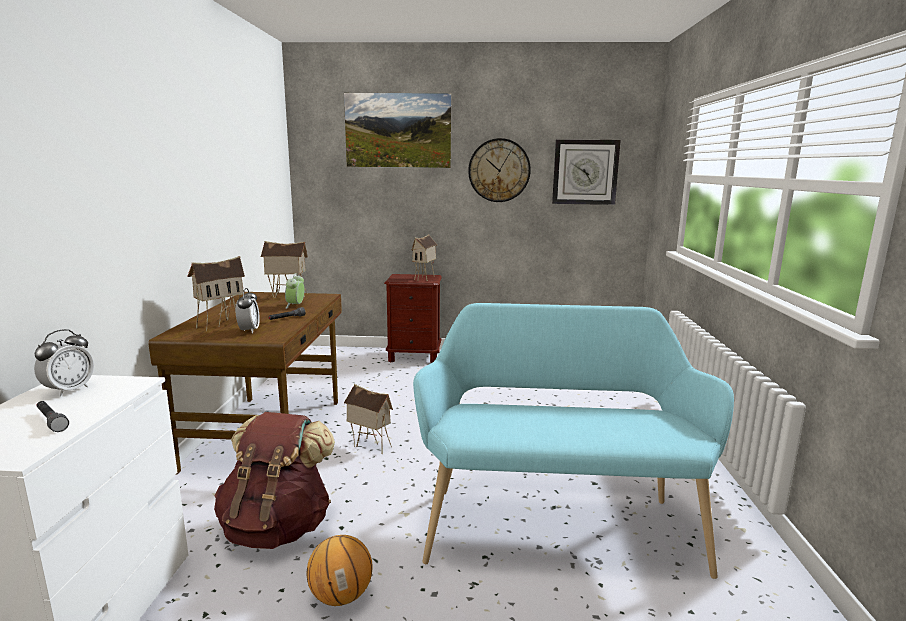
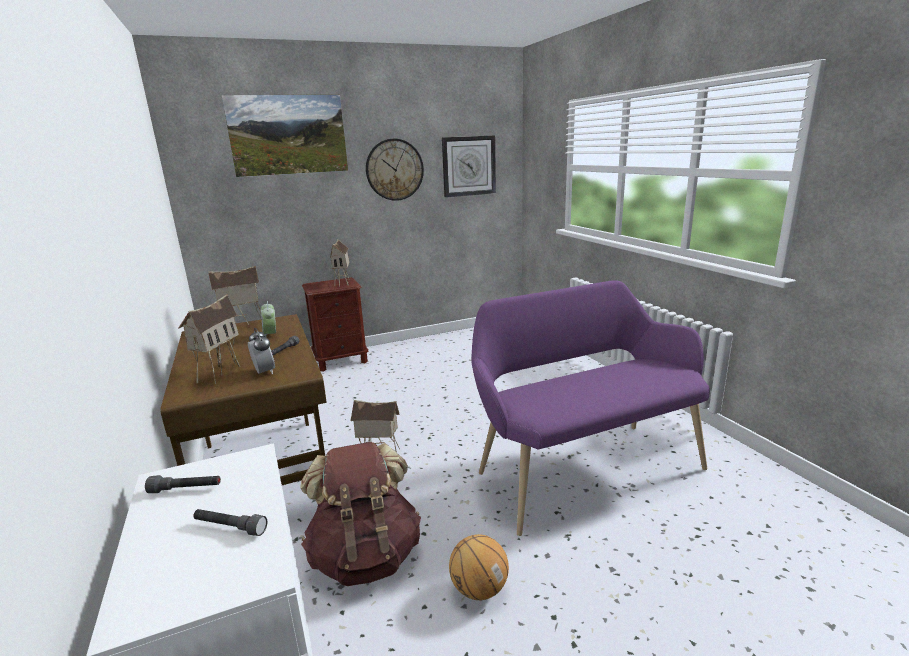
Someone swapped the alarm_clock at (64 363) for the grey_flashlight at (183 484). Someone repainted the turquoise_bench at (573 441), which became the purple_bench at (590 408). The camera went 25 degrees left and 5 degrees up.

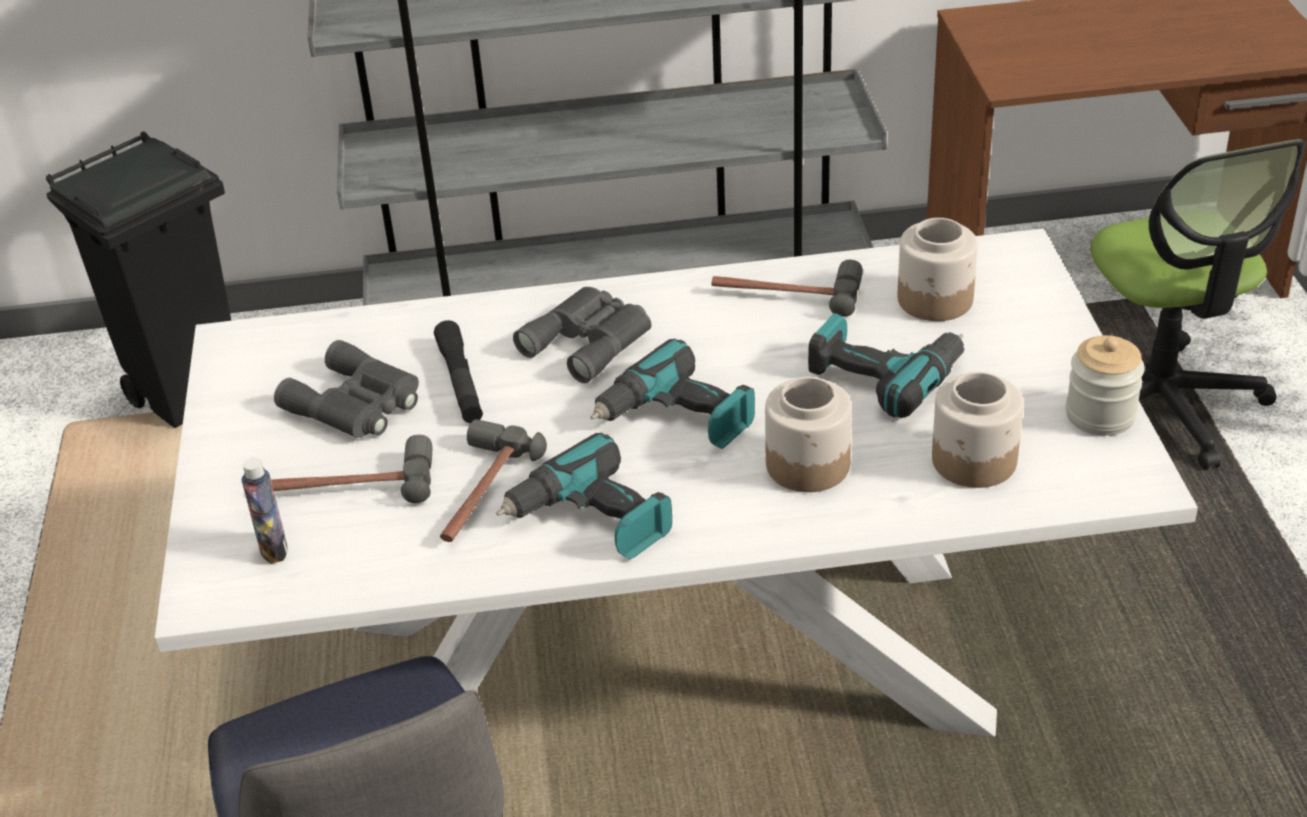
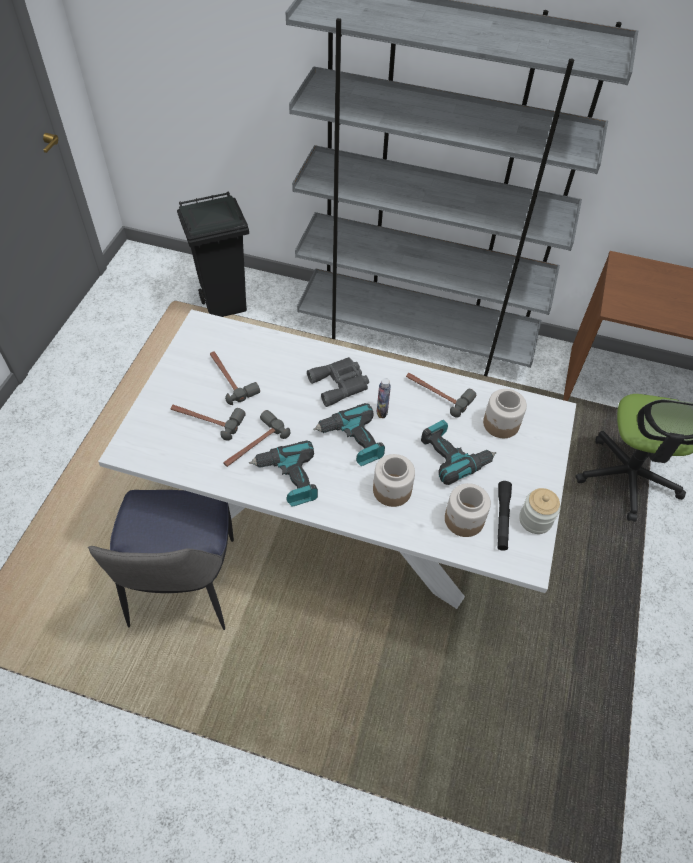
Someone carried the bottle from (264 510) to (384 398). Someone swapped the grey_binoculars at (346 389) for the hammer at (235 378). Someone carried the black_flashlight from (458 371) to (504 516). The camera went 20 degrees right and 15 degrees up.

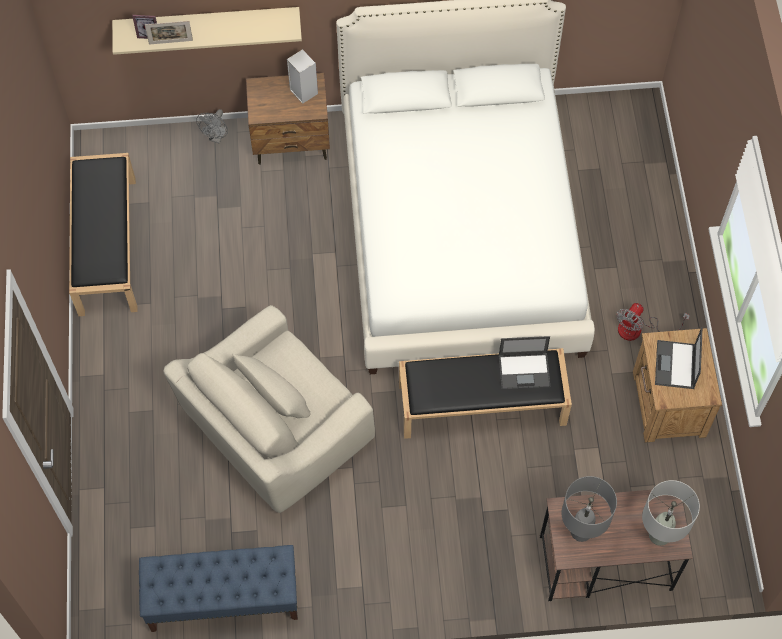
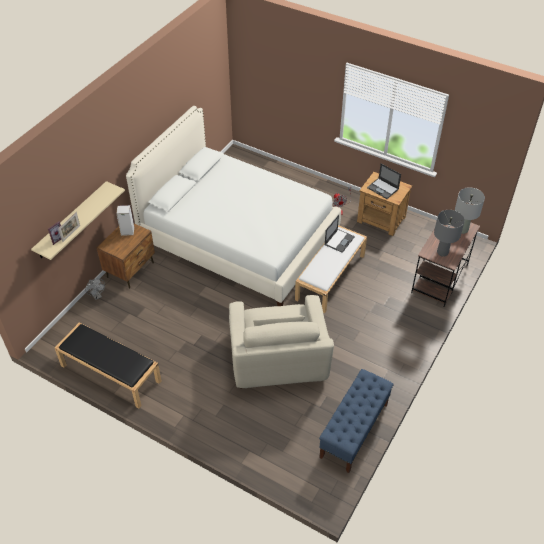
Someone repainted the black_bench at (485 393), which became the white_bench at (331 269). The camera went 55 degrees left and 15 degrees down.

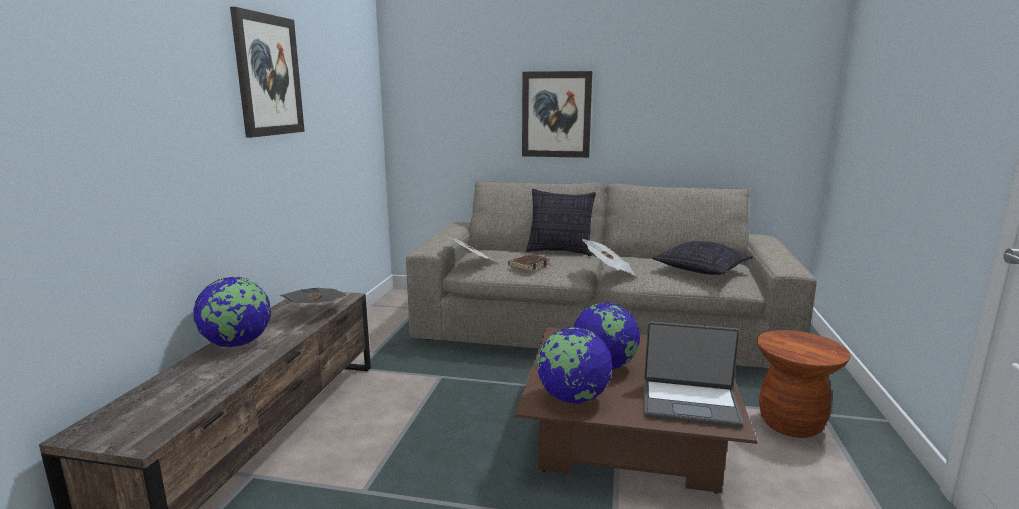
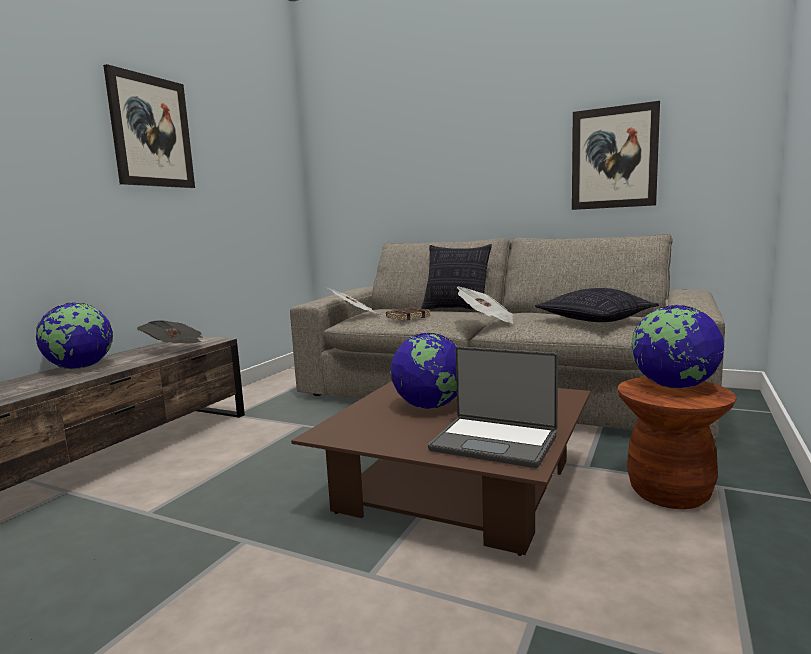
Someone carried the picture from (557 114) to (616 155). Someone carried the globe from (575 365) to (678 346). The camera went 15 degrees right and 5 degrees down.

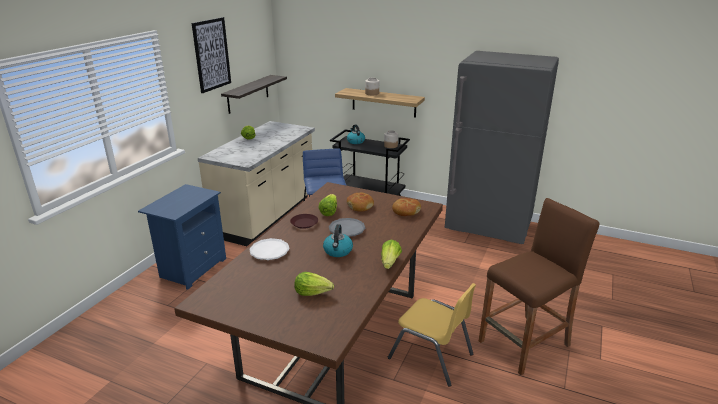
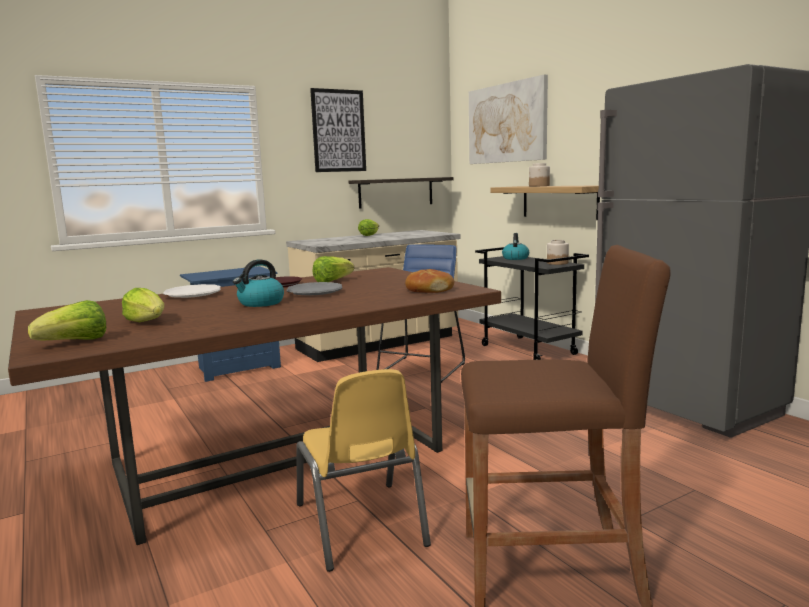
Someone took away the bread at (360 202). Someone carried the lettuce from (391 254) to (67 320). Someone put up the picture at (508 119). The camera went 35 degrees right and 15 degrees down.

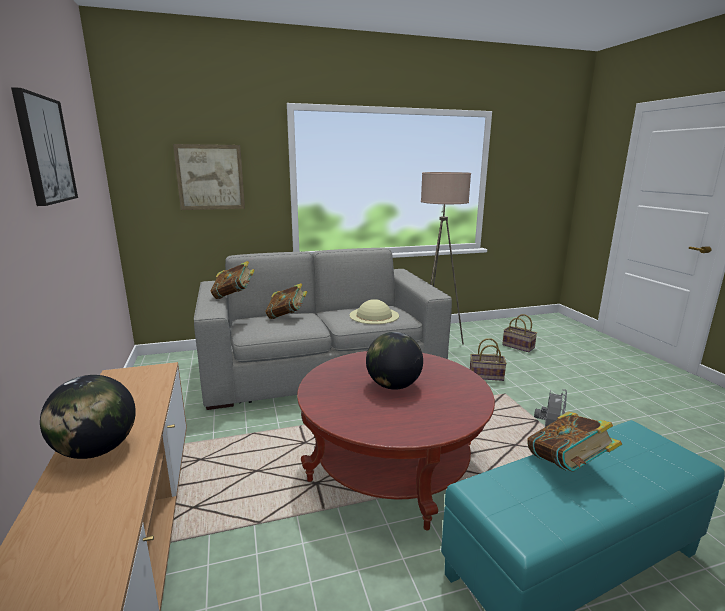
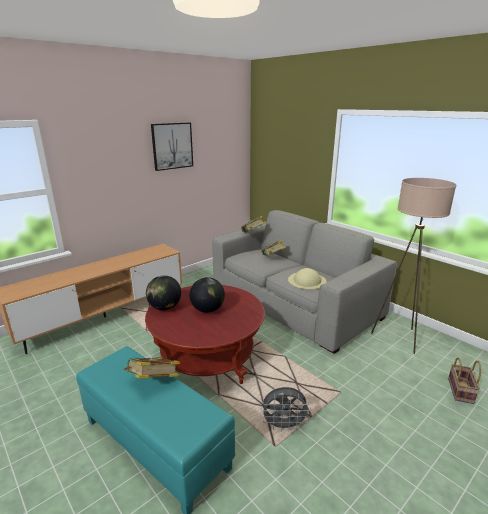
Someone carried the globe from (88 417) to (163 292). Someone took away the picture at (209 177). Someone took away the basket at (488 359). The camera went 65 degrees right and 5 degrees up.

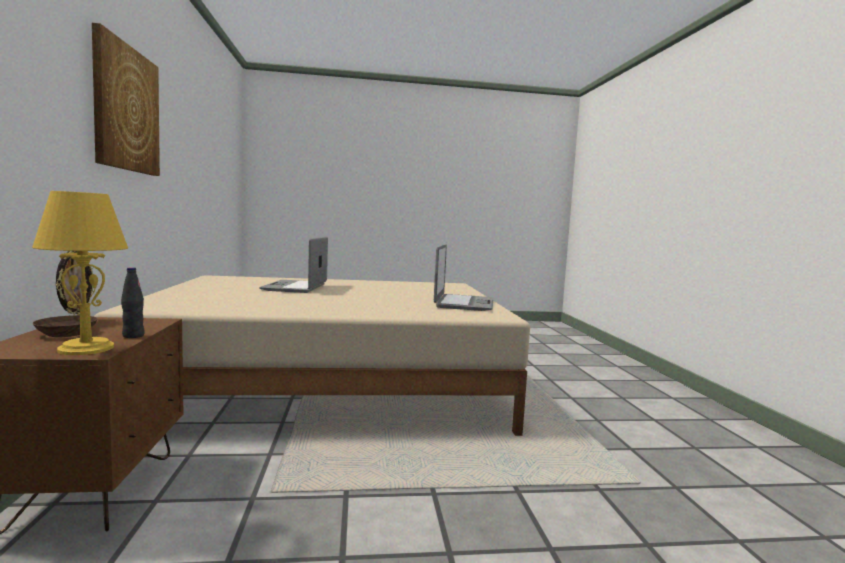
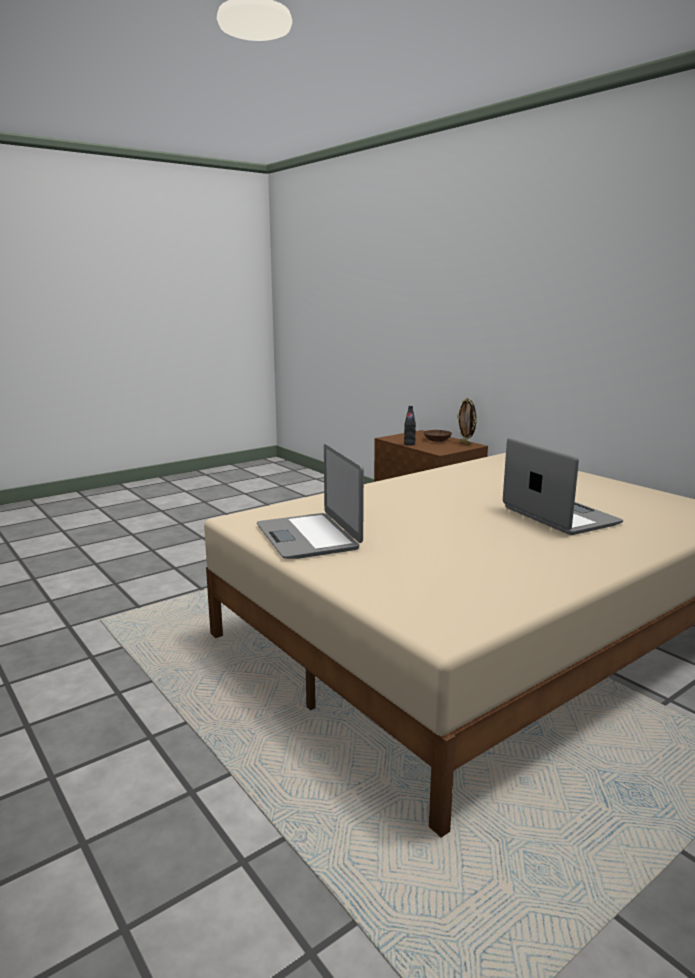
Someone took away the yellow_table_lamp at (80 273). Someone took away the picture at (126 99). The camera went 150 degrees right and 10 degrees up.

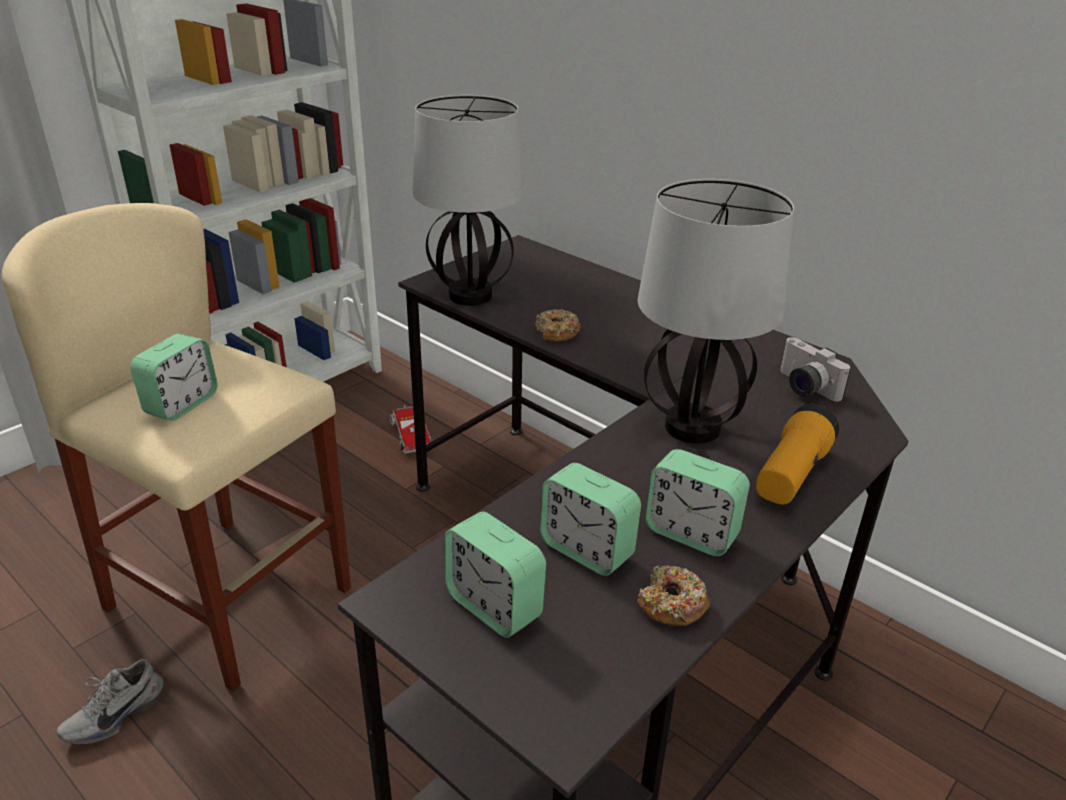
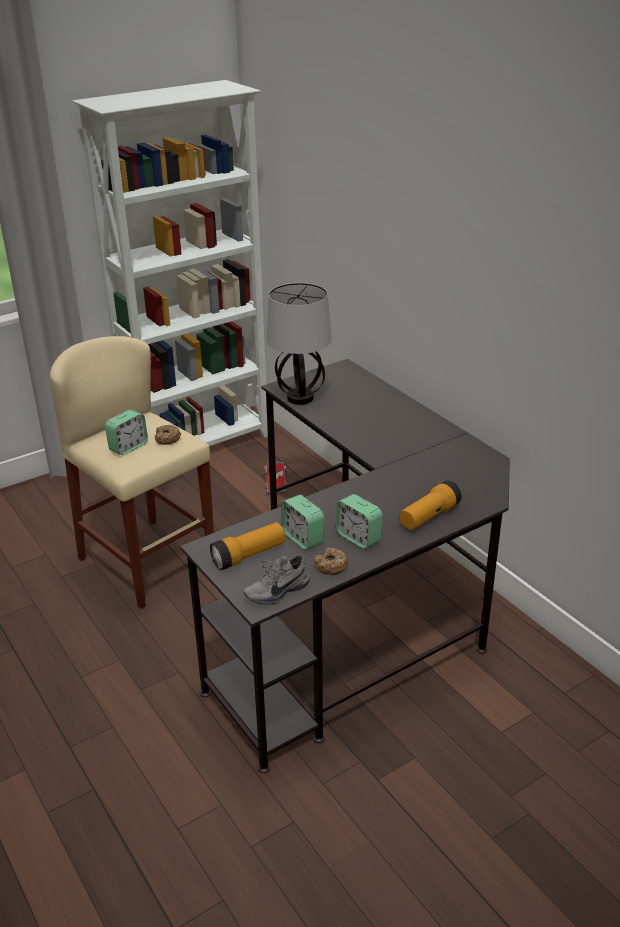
Someone carried the grey_shoe from (110 702) to (277 579). Someone swapped the alarm_clock at (495 575) for the flashlight at (247 546). Someone carried the donut from (558 325) to (168 435). Someone took away the table_lamp at (716 311). Someone took away the photo_camera at (815 369). The camera went 15 degrees right and 0 degrees up.

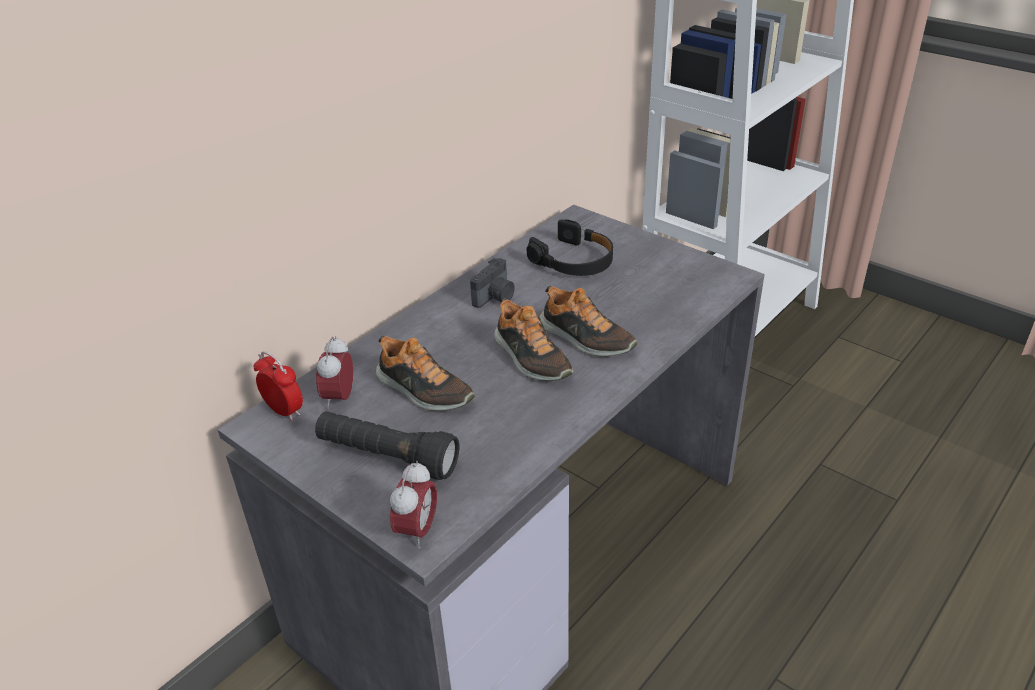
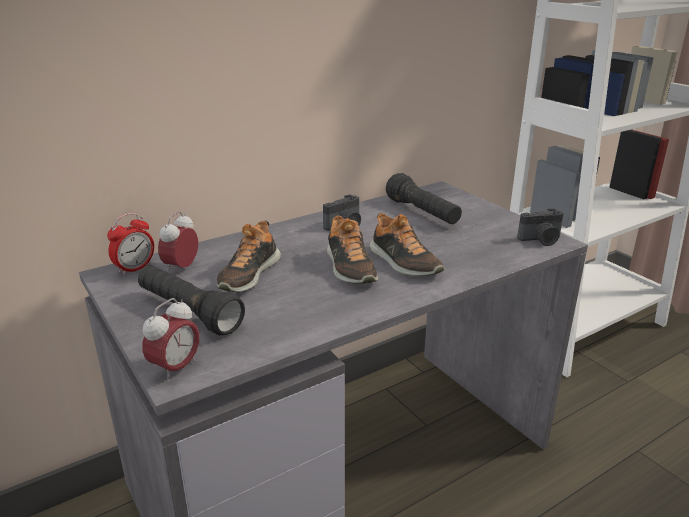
Someone rotated the alarm_clock at (278 386) by 75 degrees clockwise. Someone rotated the shoe at (425 373) by 60 degrees clockwise. Someone swapped the black_headphones at (570 247) for the black_flashlight at (424 198). Someone put down the photo_camera at (540 227). The camera went 15 degrees right and 10 degrees down.

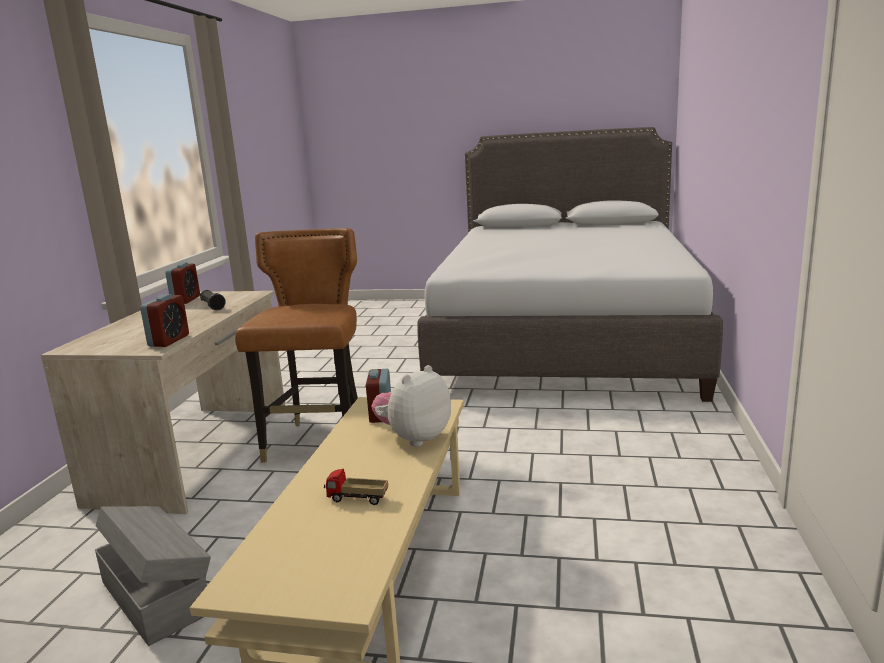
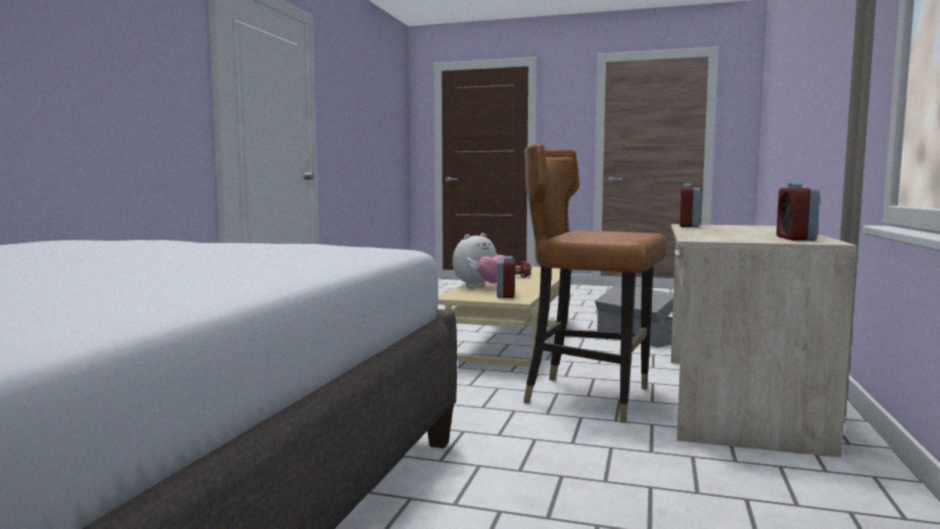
Someone took away the black_flashlight at (213 300). Someone rotated the brown_chair at (296 345) by 105 degrees clockwise. The camera went 175 degrees left and 10 degrees down.

